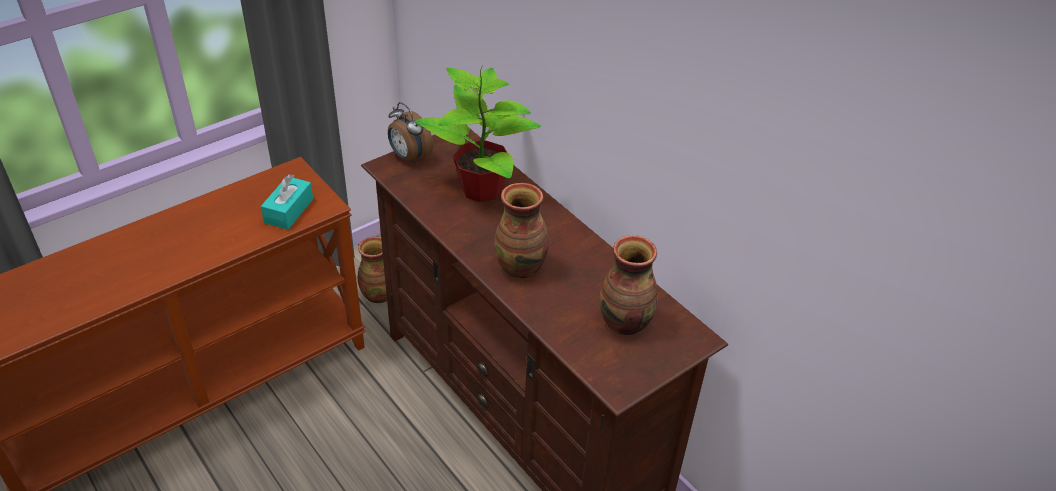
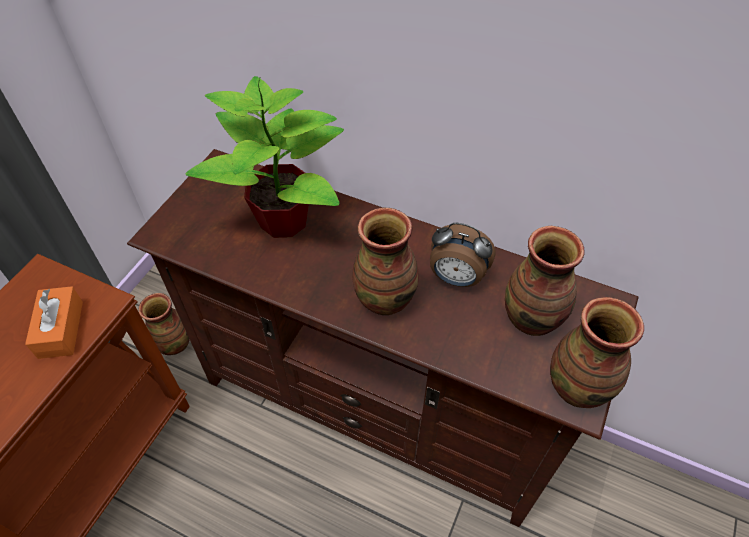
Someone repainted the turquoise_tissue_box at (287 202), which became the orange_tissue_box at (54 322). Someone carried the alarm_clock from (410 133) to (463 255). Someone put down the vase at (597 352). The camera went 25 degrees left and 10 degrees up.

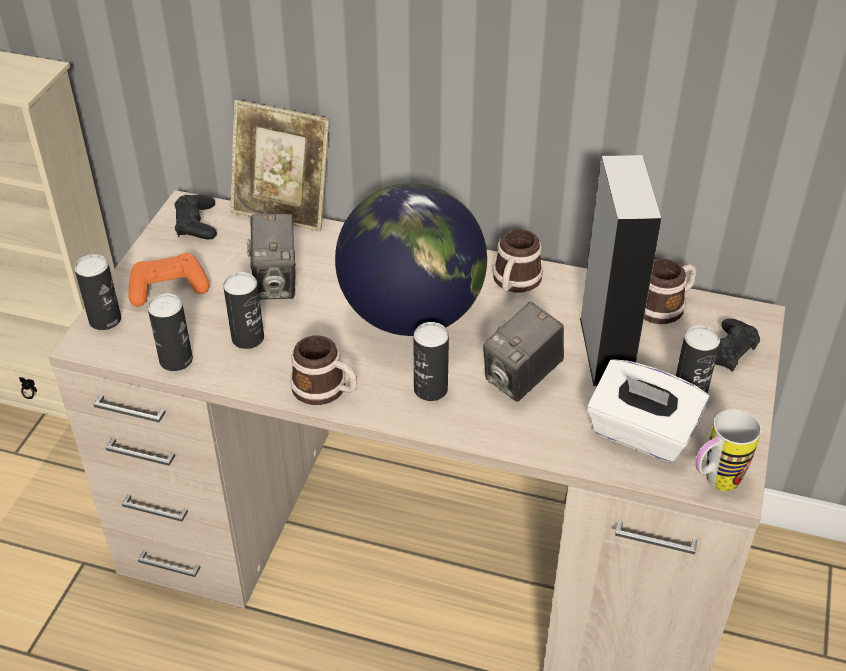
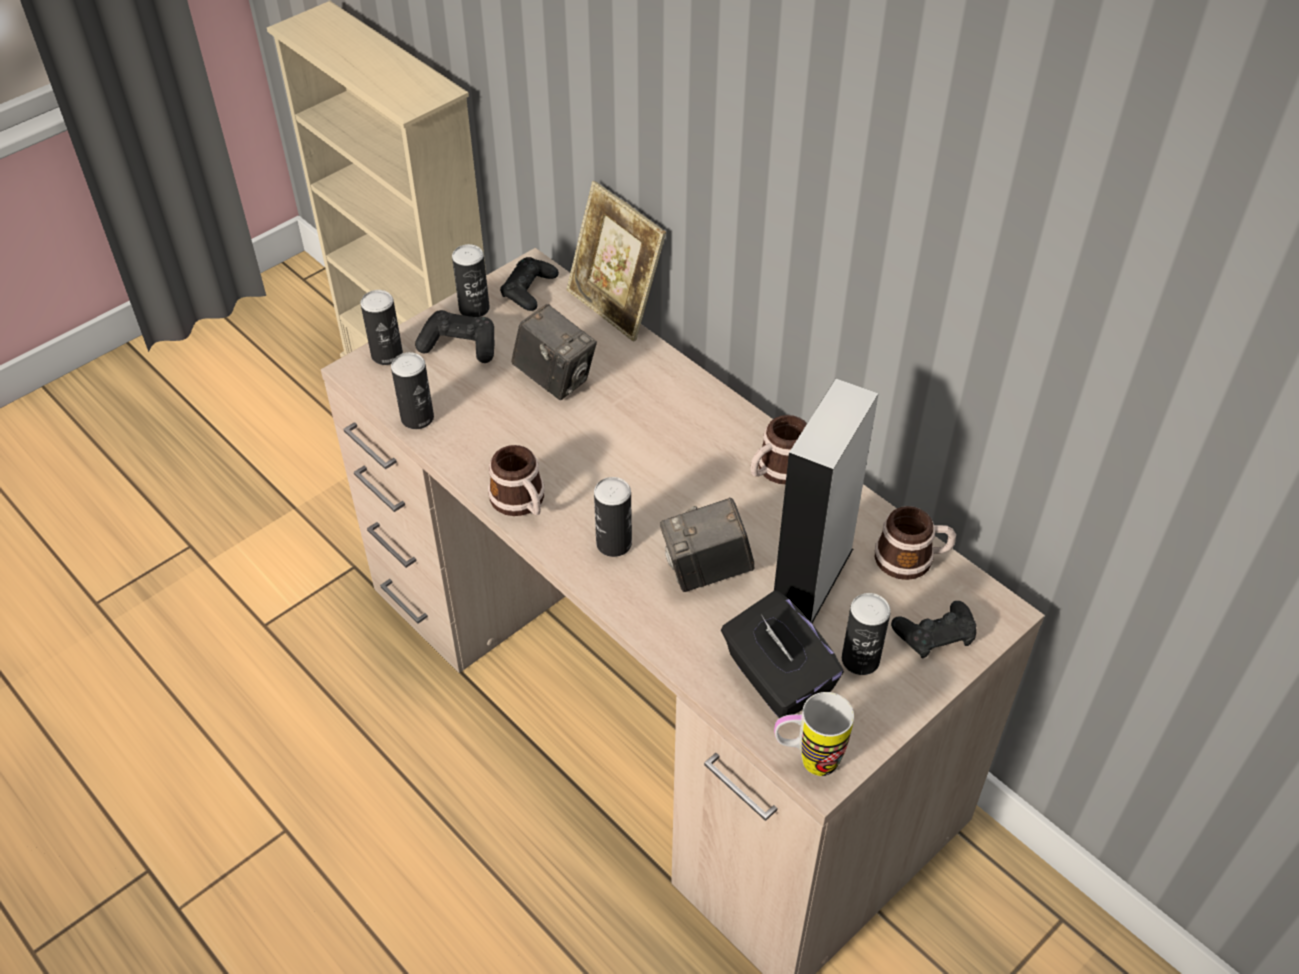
Someone repainted the orange_game_controller at (169 279), which became the black_game_controller at (454 336). Someone carried the can from (243 310) to (471 280). Someone rotated the photo_camera at (271 257) by 75 degrees counterclockwise. Someone took away the globe at (411 259). Someone repainted the white_tissue_box at (648 410), which became the black_tissue_box at (782 654). The camera went 30 degrees right and 5 degrees up.

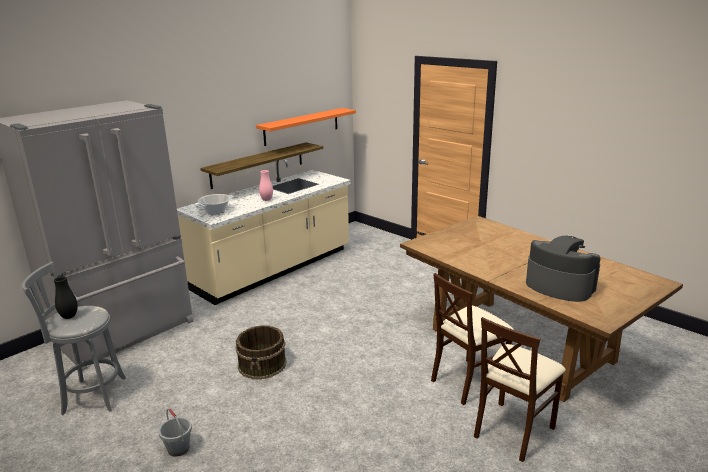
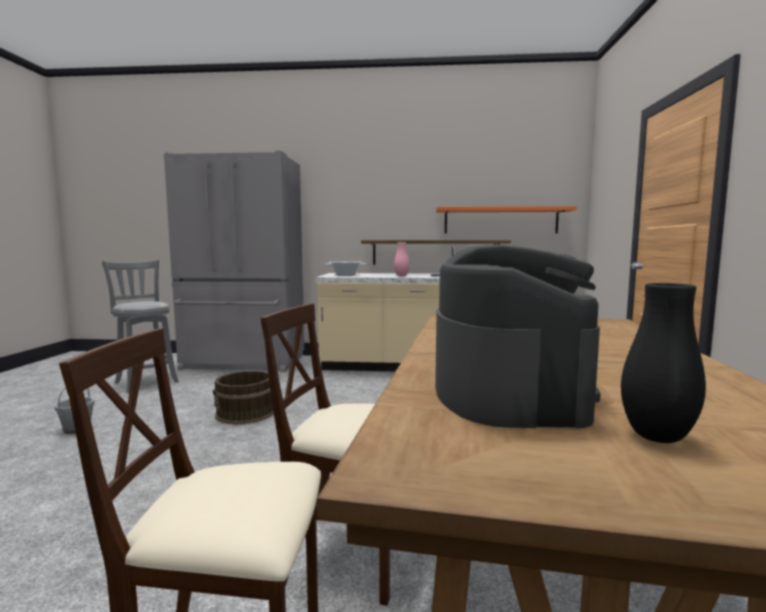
Someone carried the black_vase from (66 297) to (663 363). The camera went 50 degrees right and 15 degrees down.

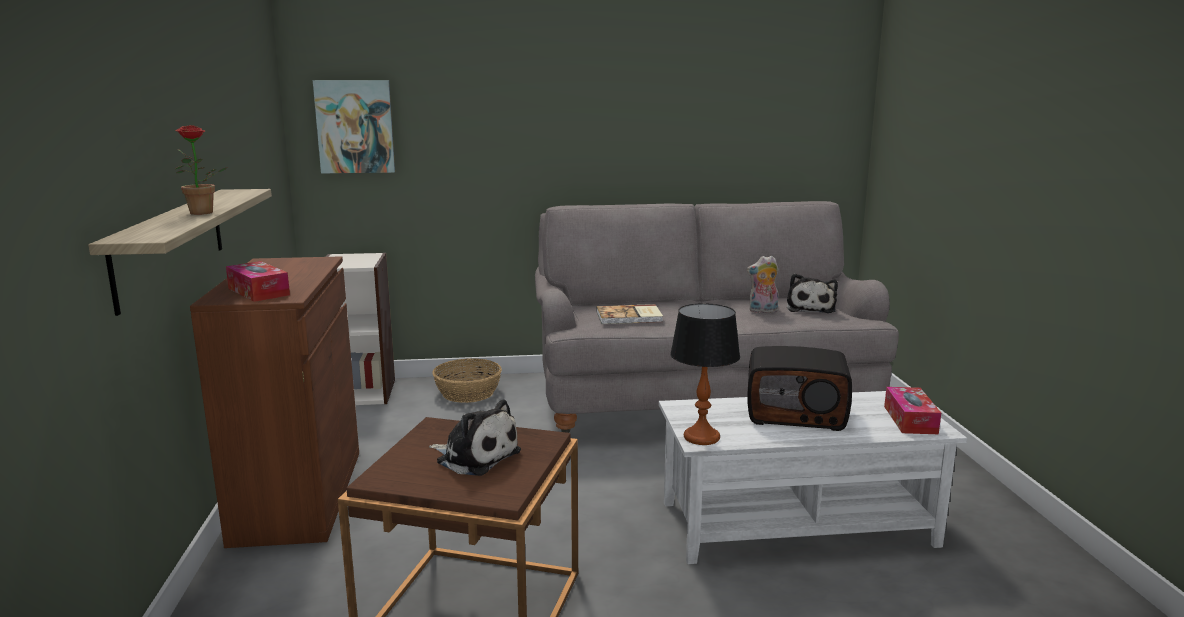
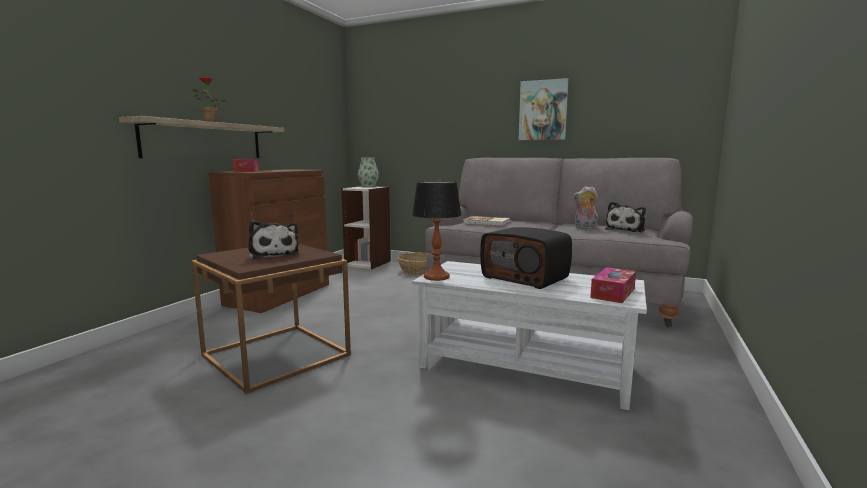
Someone carried the picture from (354 126) to (544 109). Someone put down the vase at (368 172). The camera went 30 degrees right and 5 degrees down.

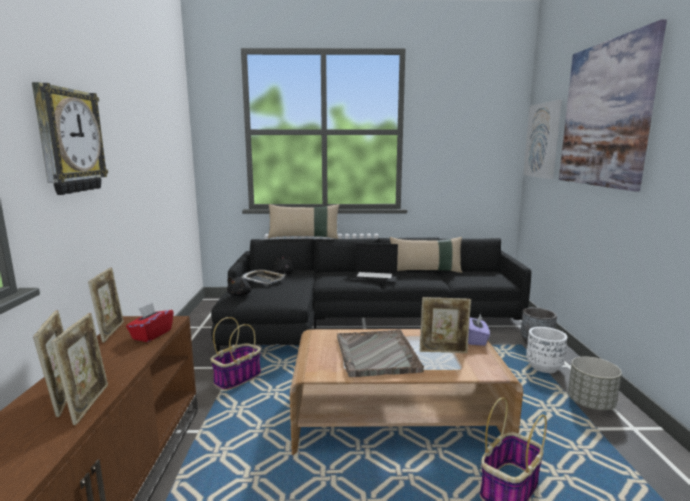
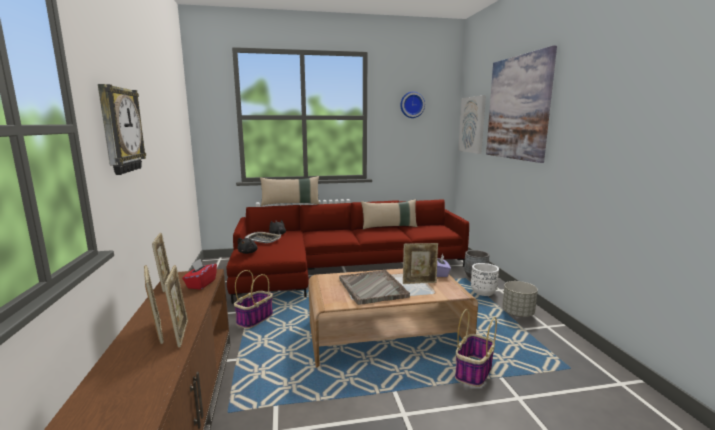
Someone repainted the black_sofa at (371 294), which became the red_sofa at (347 251). Someone took away the laptop at (374 263). Someone put up the wall_clock at (412 104). The camera went 10 degrees left and 0 degrees up.

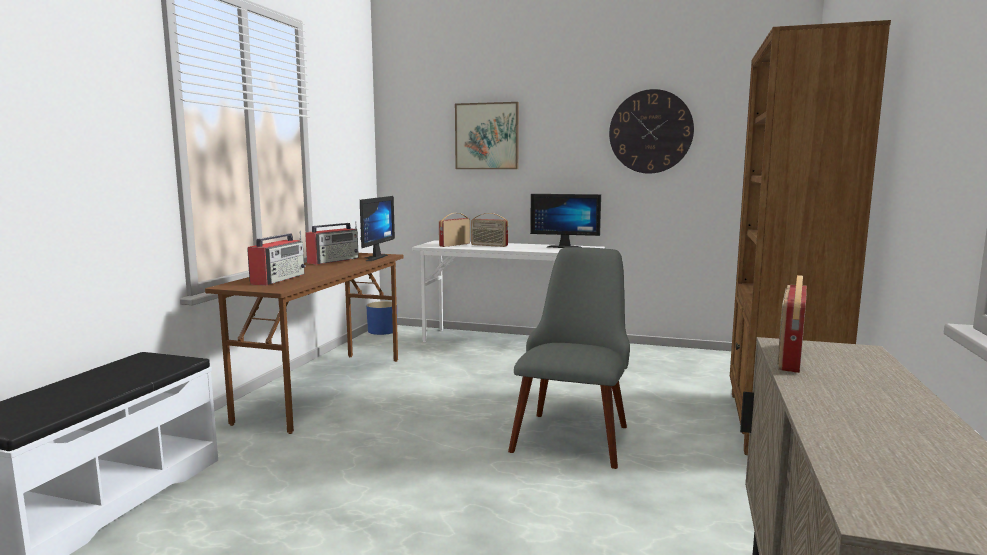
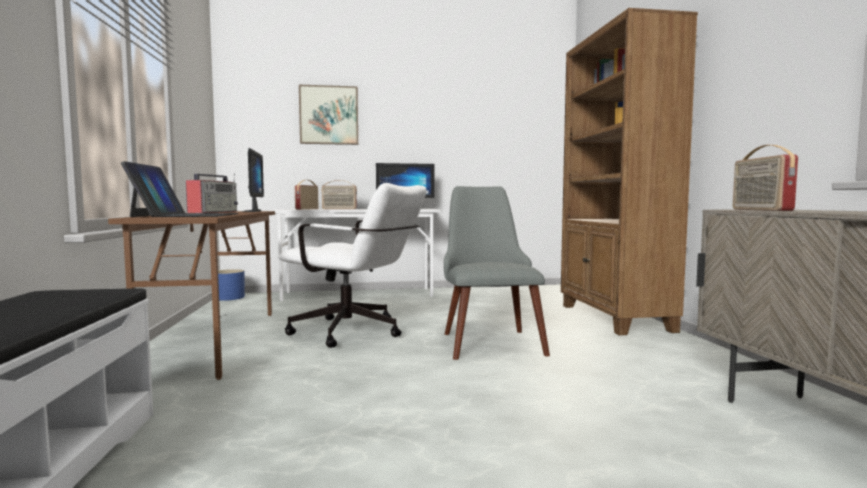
Someone swapped the radio at (276 258) for the laptop at (180 189). Someone took away the wall_clock at (651 131). Someone put down the white_office_chair at (352 265). The camera went 25 degrees left and 5 degrees down.

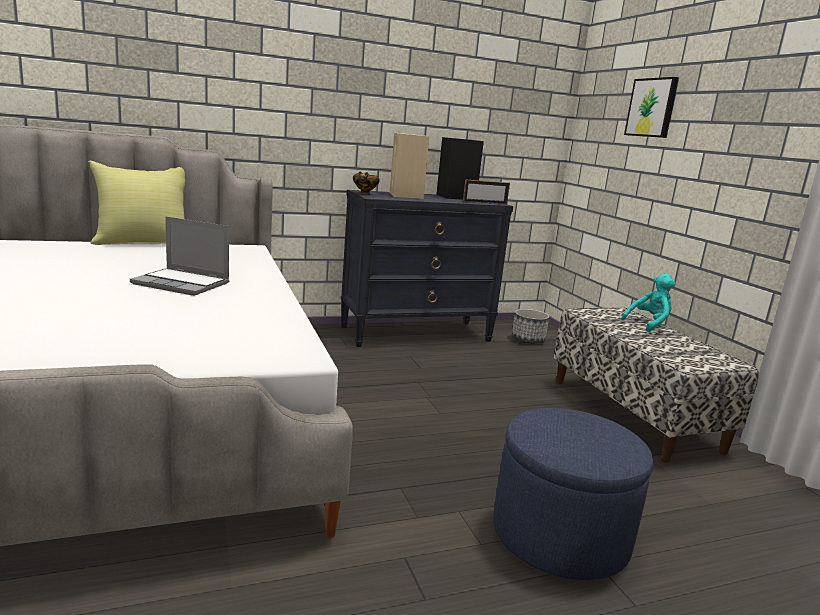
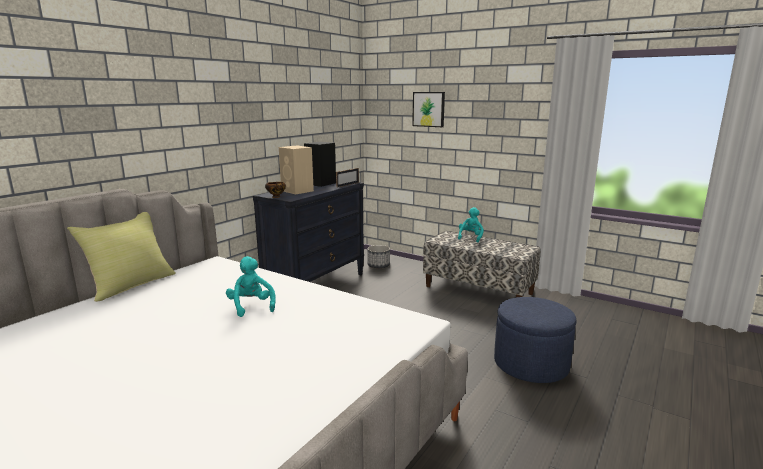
Someone swapped the laptop at (179 256) for the turquoise_plush_toy at (251 286). The camera went 35 degrees left and 0 degrees up.

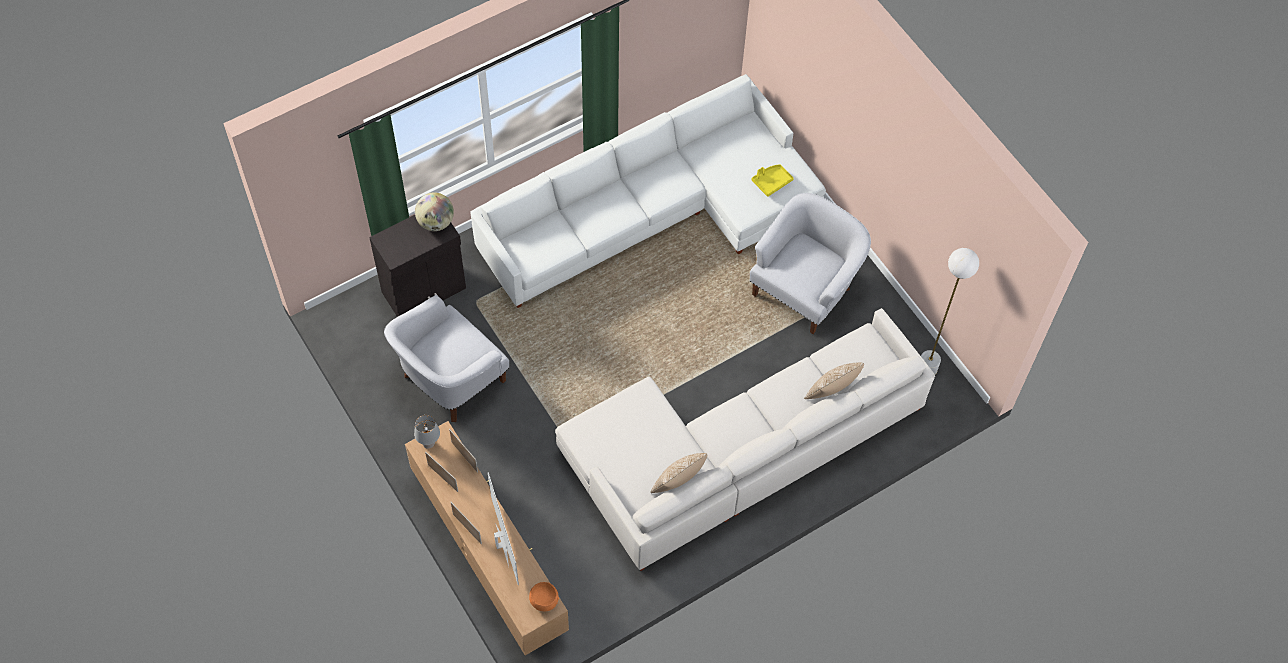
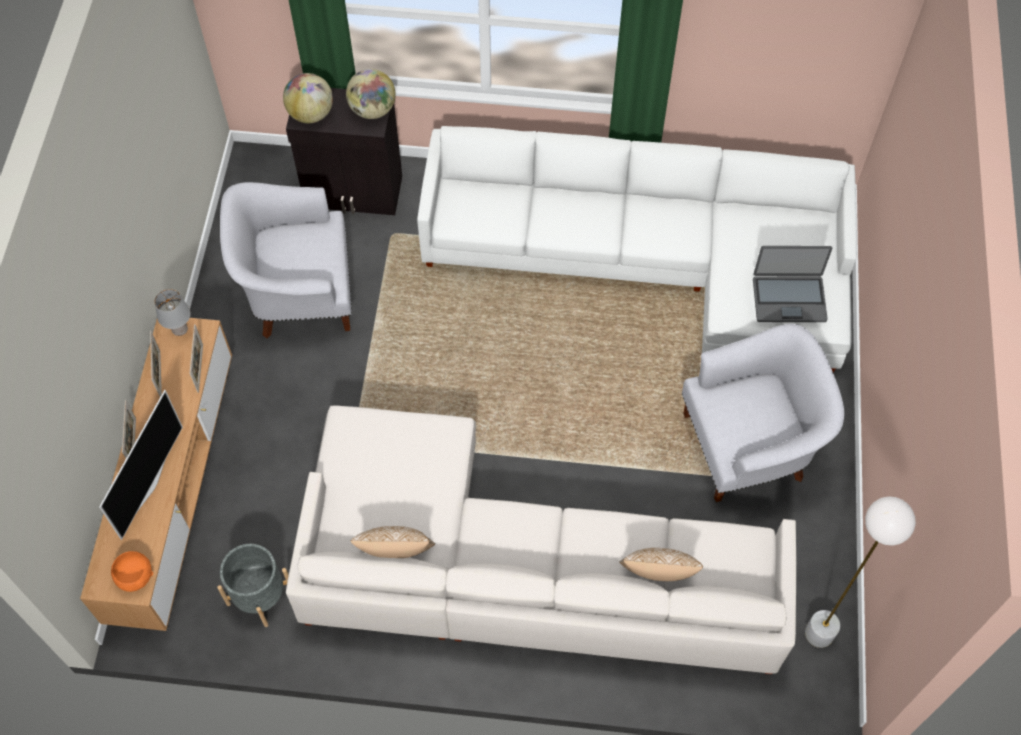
Someone swapped the yellow_tray at (772 180) for the laptop at (793 284). Someone put down the grey_planter at (253 585). Someone put down the globe at (308 98). The camera went 40 degrees right and 0 degrees up.

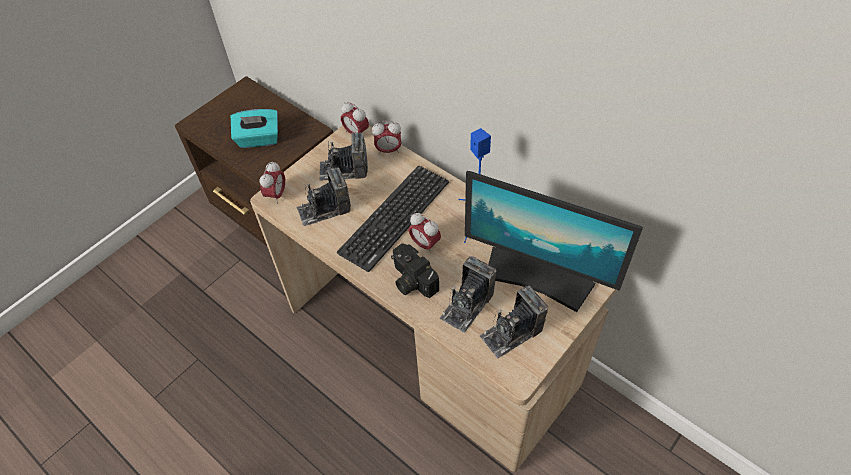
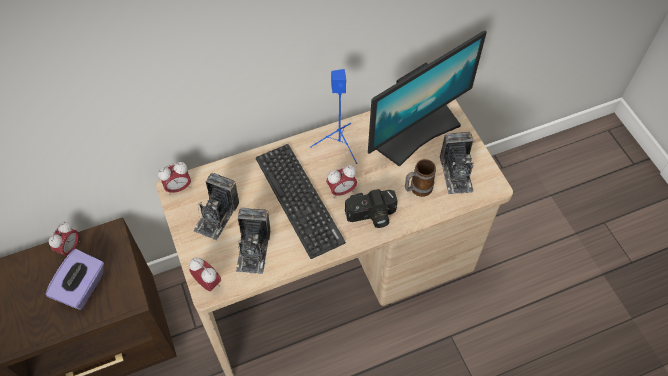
Someone repainted the turquoise_tissue_box at (254 128), which became the purple_tissue_box at (74 279). Someone carried the alarm_clock from (386 137) to (64 239). Someone swapped the photo_camera at (468 294) for the mug at (420 178). The camera went 65 degrees left and 5 degrees up.

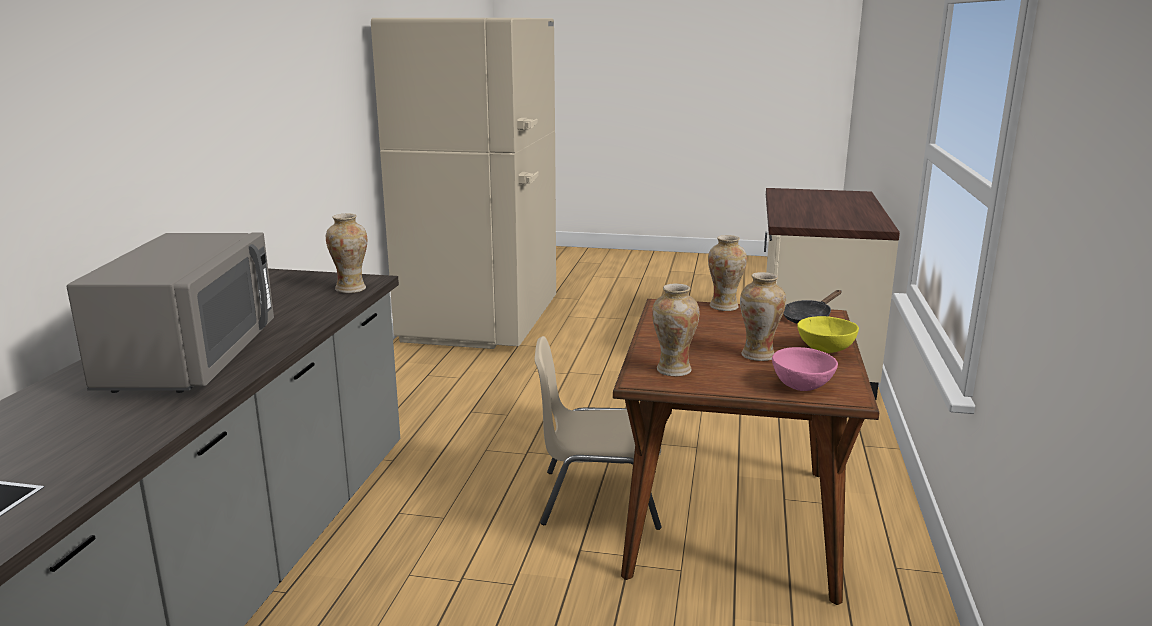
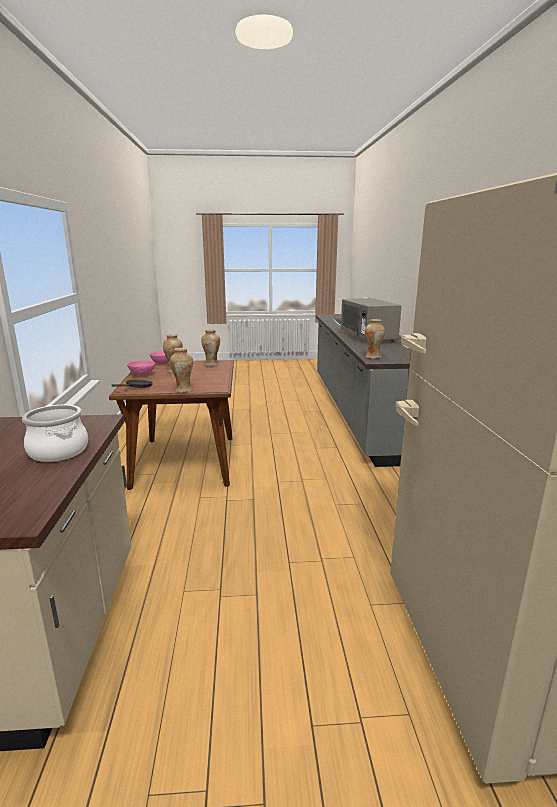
Someone took away the beige_chair at (598 433). Someone repainted the yellow_bowl at (828 334), which became the pink_bowl at (141 368). Someone put down the cooking_pot at (55 433). The camera went 165 degrees right and 0 degrees up.

